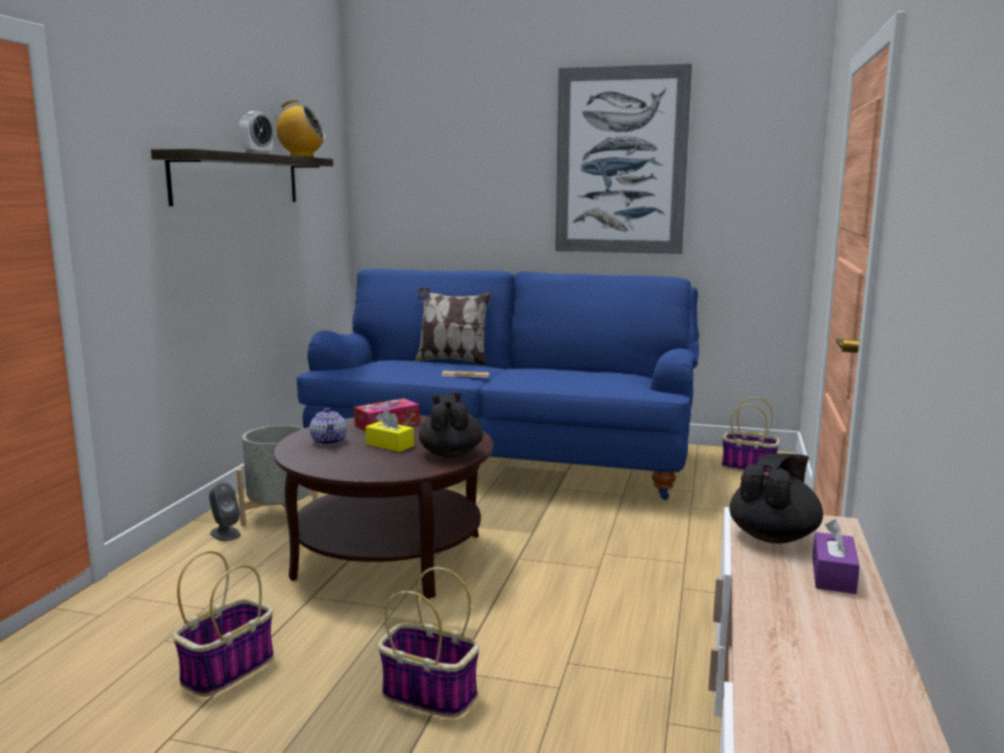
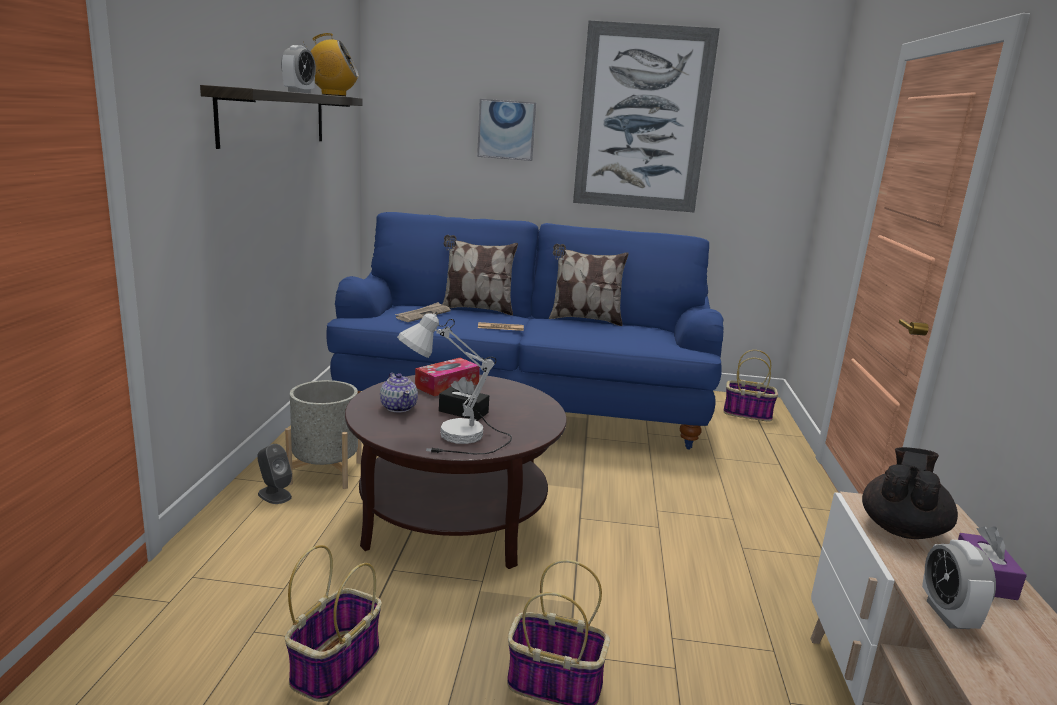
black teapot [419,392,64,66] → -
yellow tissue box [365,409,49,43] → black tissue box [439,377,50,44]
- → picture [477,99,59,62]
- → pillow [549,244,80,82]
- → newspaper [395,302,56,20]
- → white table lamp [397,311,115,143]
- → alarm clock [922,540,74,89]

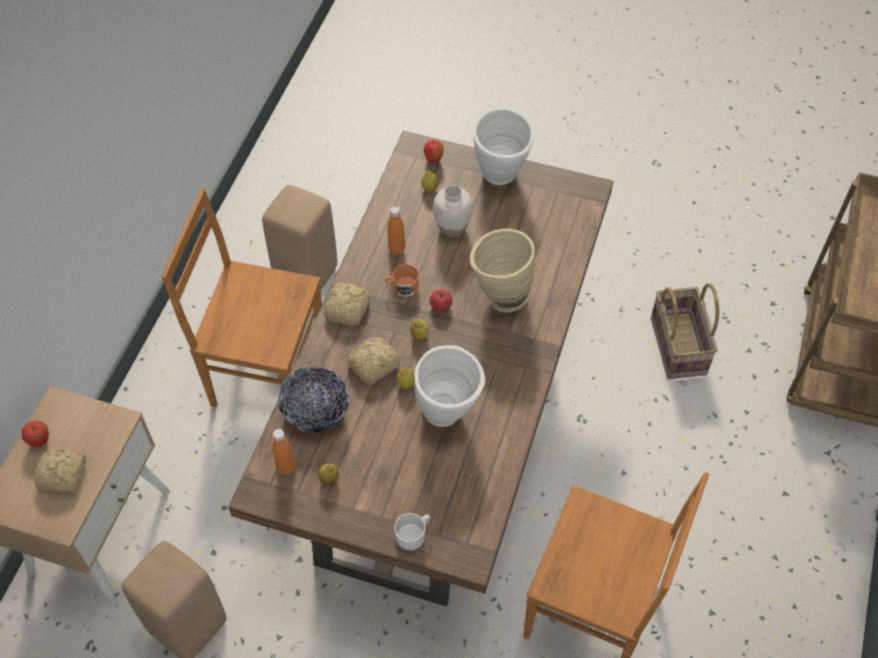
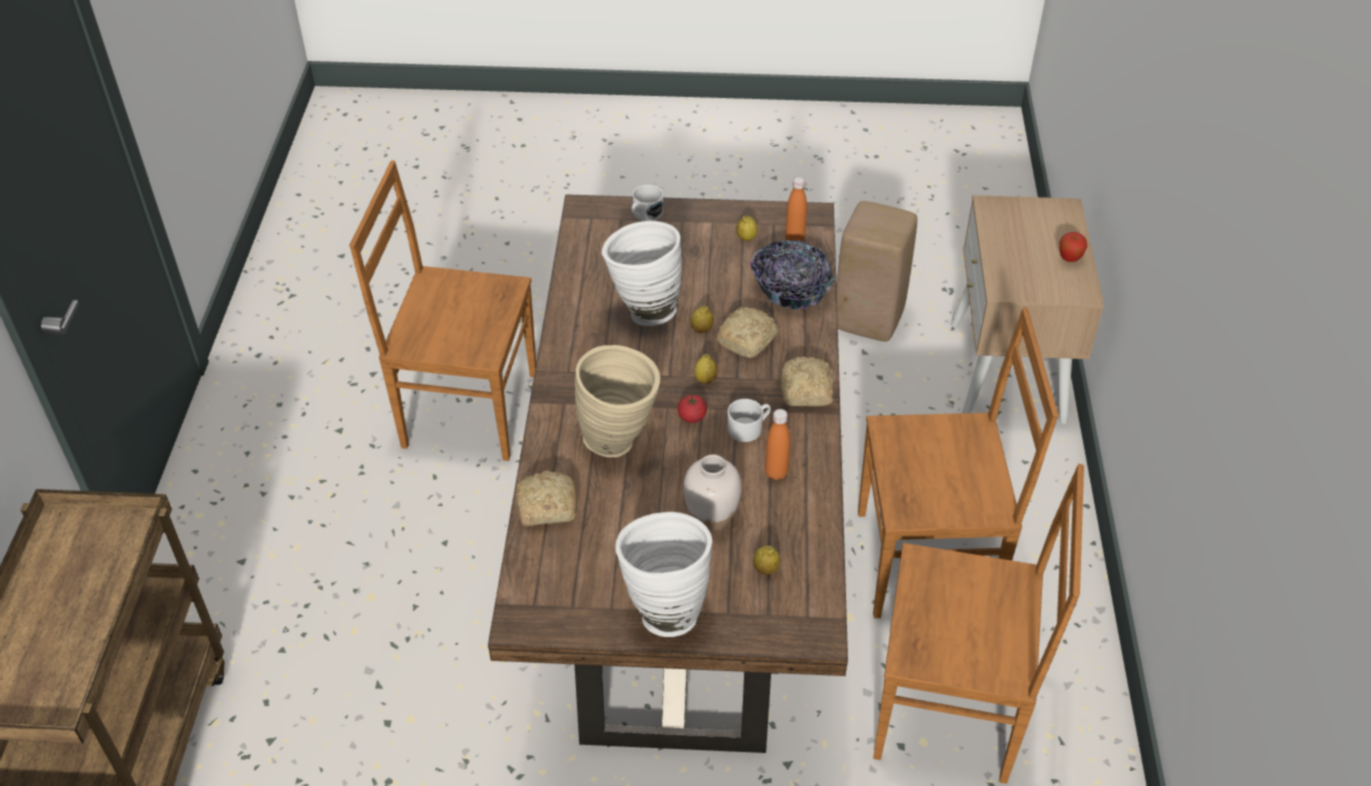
apple [424,140,20,23] → -
beige stool [262,185,75,104] → brown chair [873,464,211,320]
orange mug [385,264,34,33] → white mug [728,399,43,43]
basket [651,283,68,96] → -
bread [34,449,52,44] → bread [516,471,60,55], shifted

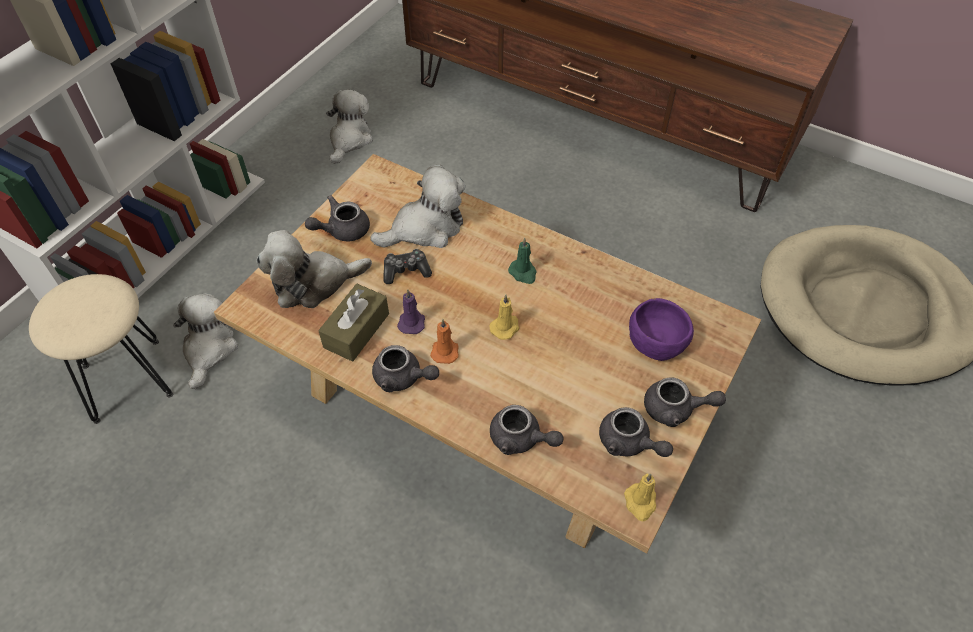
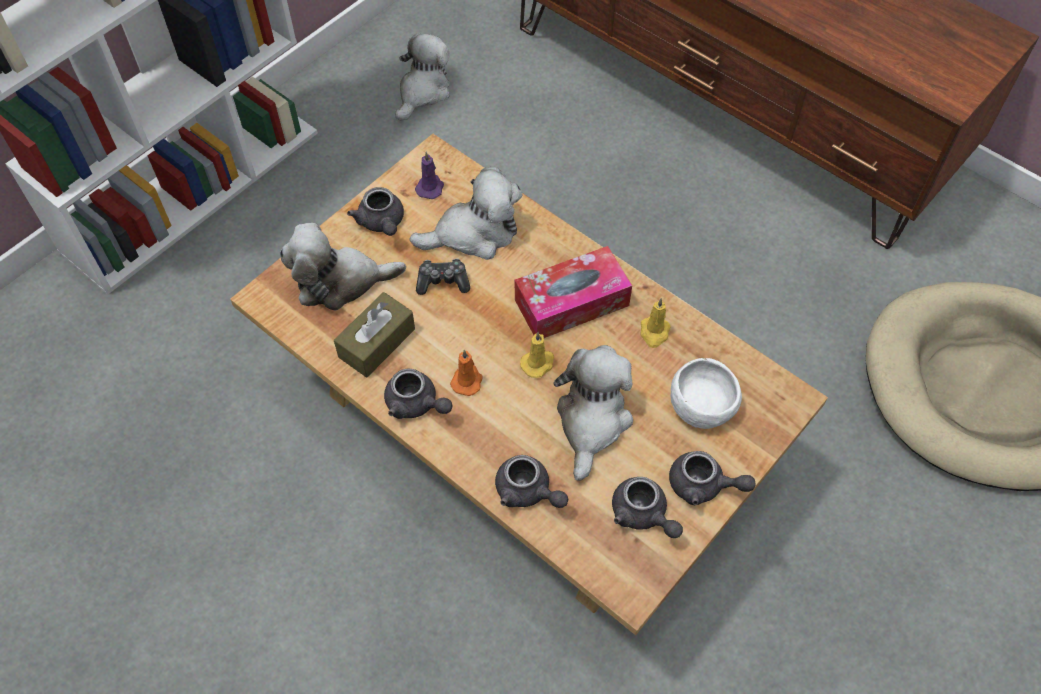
grey teapot [305,195,65,47] → grey teapot [347,187,57,49], 90 degrees counterclockwise
green candle [508,237,29,47] → tissue box [515,246,117,92]
beige stool [29,274,144,150] → -
purple candle [397,289,28,45] → purple candle [415,152,29,47], shifted
plush toy [173,293,65,96] → plush toy [554,345,79,136], shifted
purple bowl [629,298,65,63] → white bowl [670,358,72,71]
yellow candle [624,473,32,48] → yellow candle [640,298,31,50], shifted

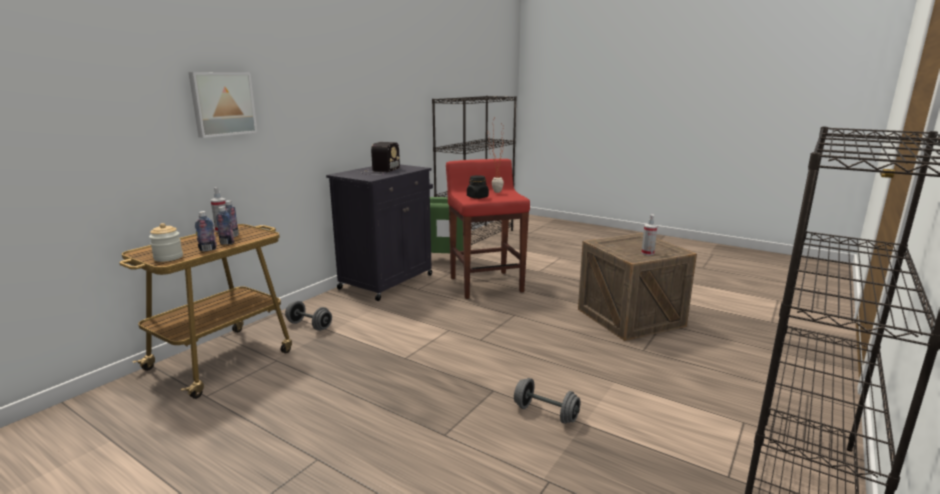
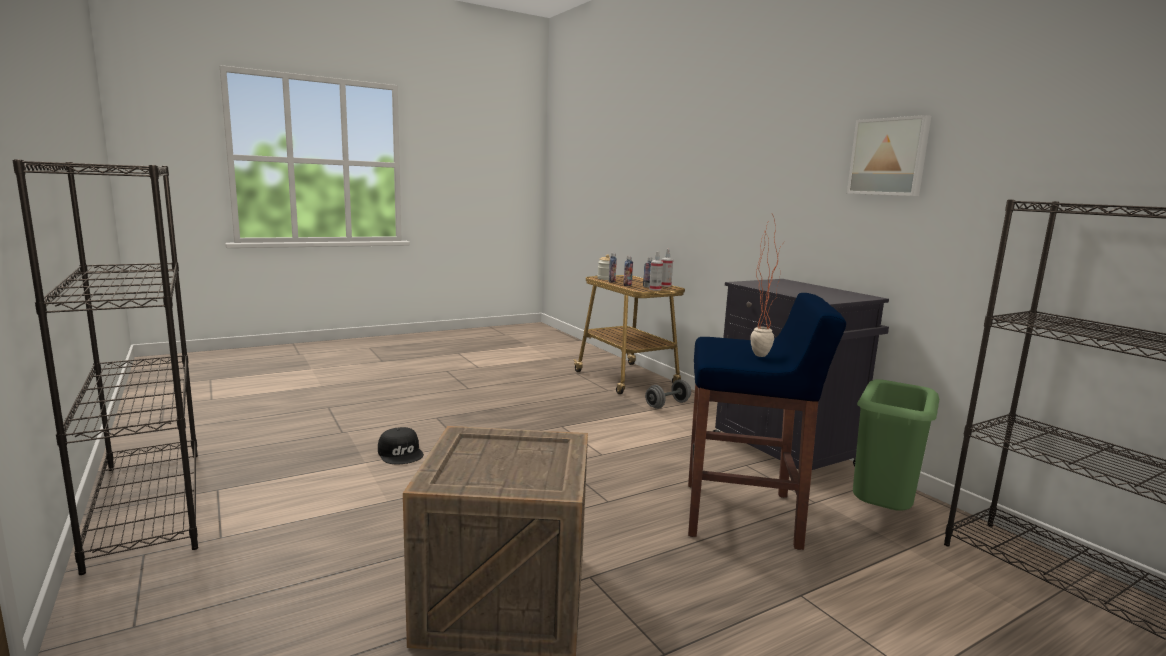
picture [188,72,70,66] → picture [847,115,84,81], shifted
radio [358,142,42,33] → -
red stool [446,159,84,140] → blue stool [688,293,158,257]
black jar [467,175,22,24] → -
spray bottle [641,214,16,42] → spray bottle [649,251,14,40], shifted
grey dumbbell [514,378,66,46] → black cap [378,427,46,37]

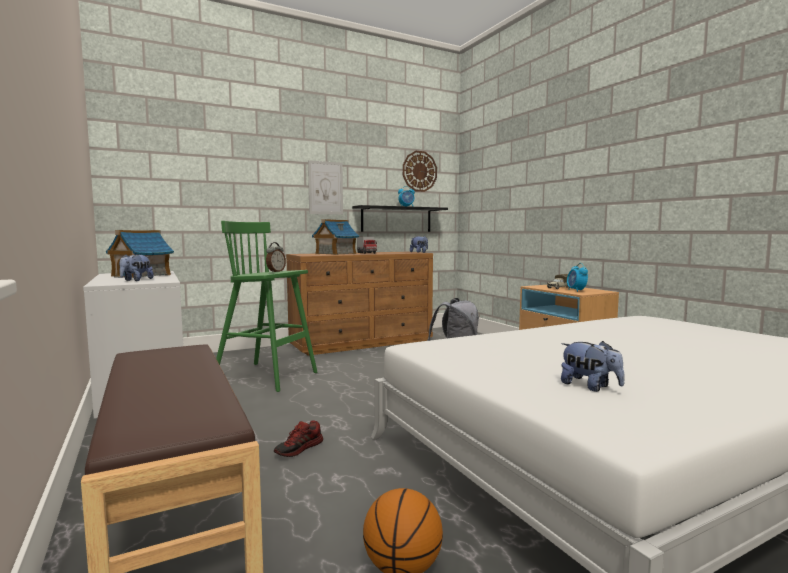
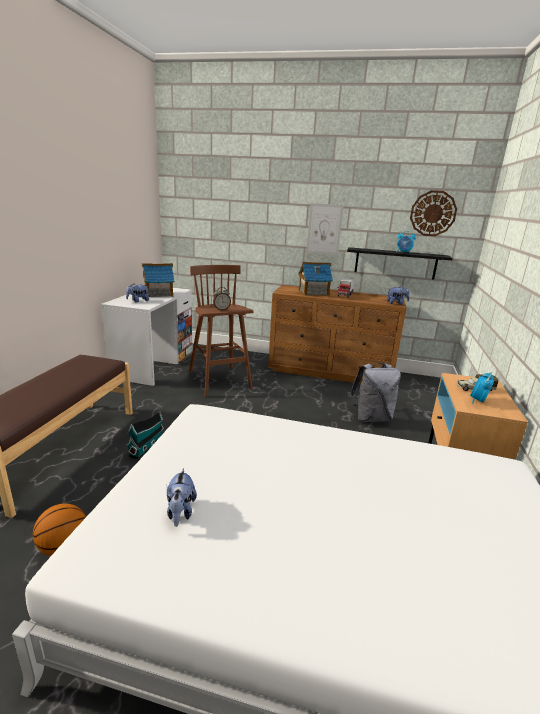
green stool [216,221,101,171] → brown stool [189,265,64,132]
shoe [274,420,49,37] → toy house [126,412,38,47]

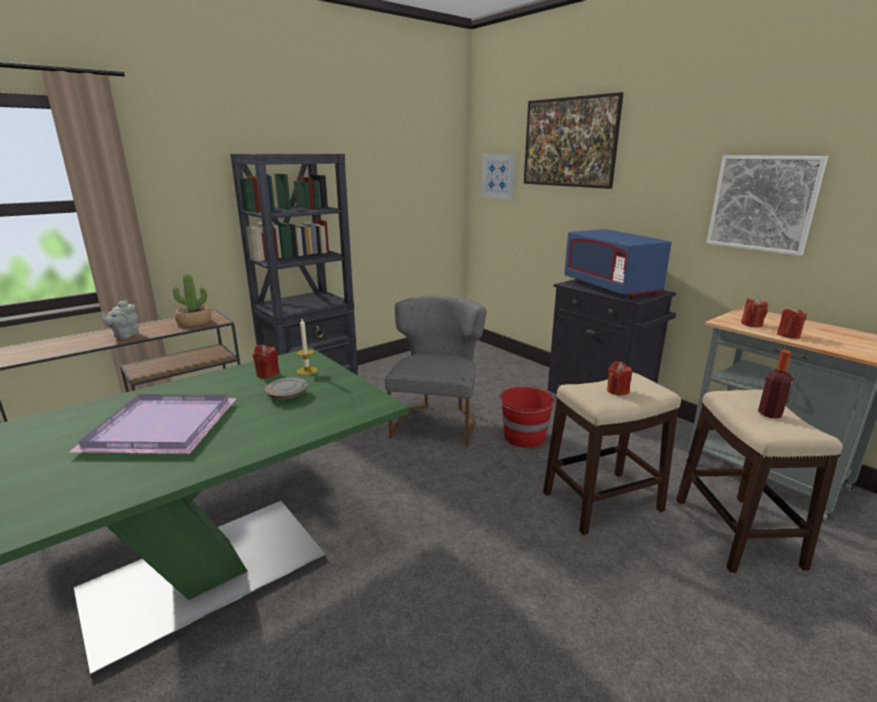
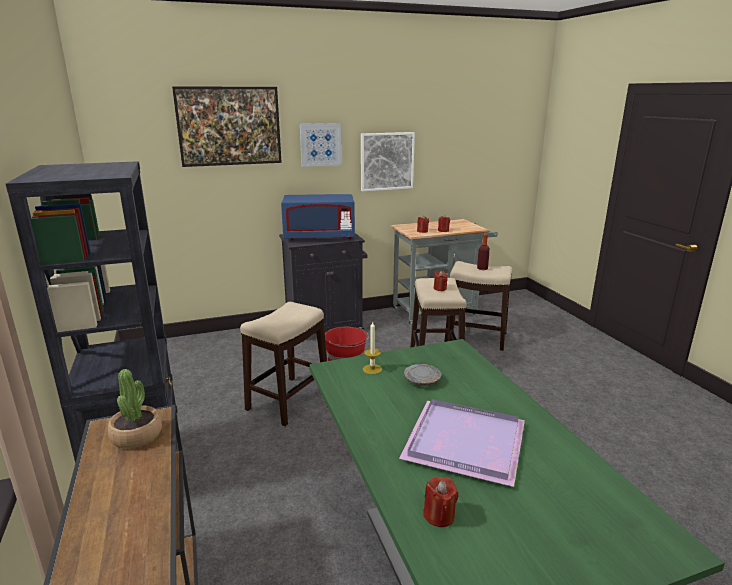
picture [481,154,34,46] → picture [300,123,41,44], shifted
grey chair [385,295,102,152] → stool [240,302,87,124]
grey teapot [101,300,38,39] → -
red candle [253,344,27,34] → red candle [423,476,36,51], shifted

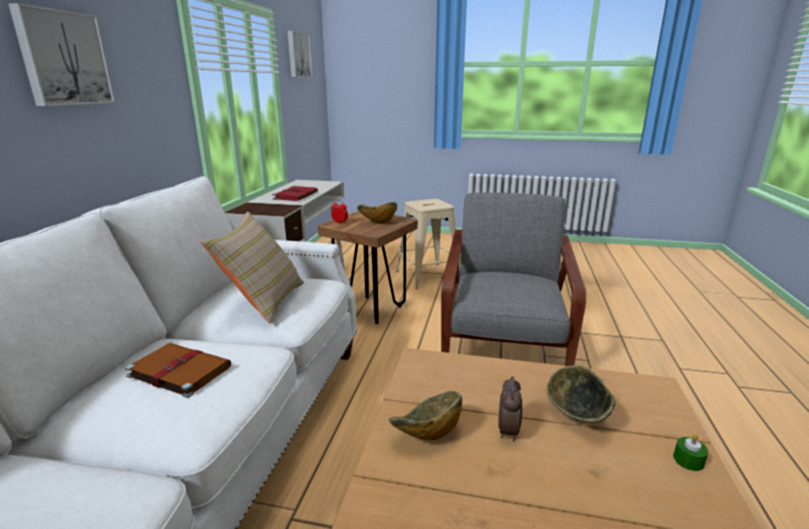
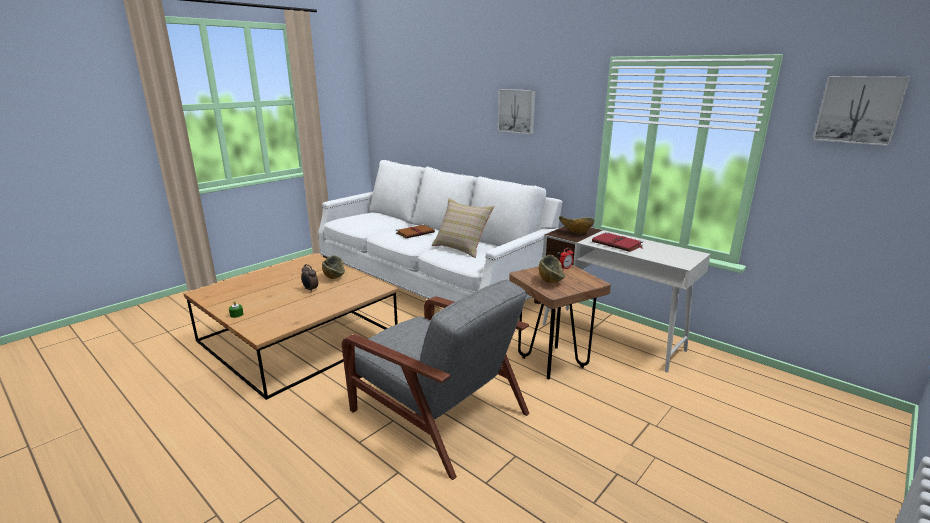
beige stool [396,199,64,90] → -
bowl [547,366,68,57] → bowl [559,216,36,18], shifted

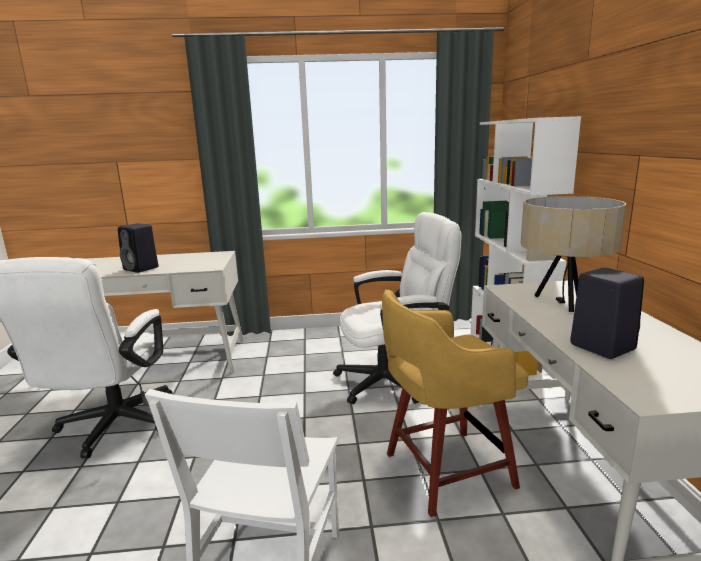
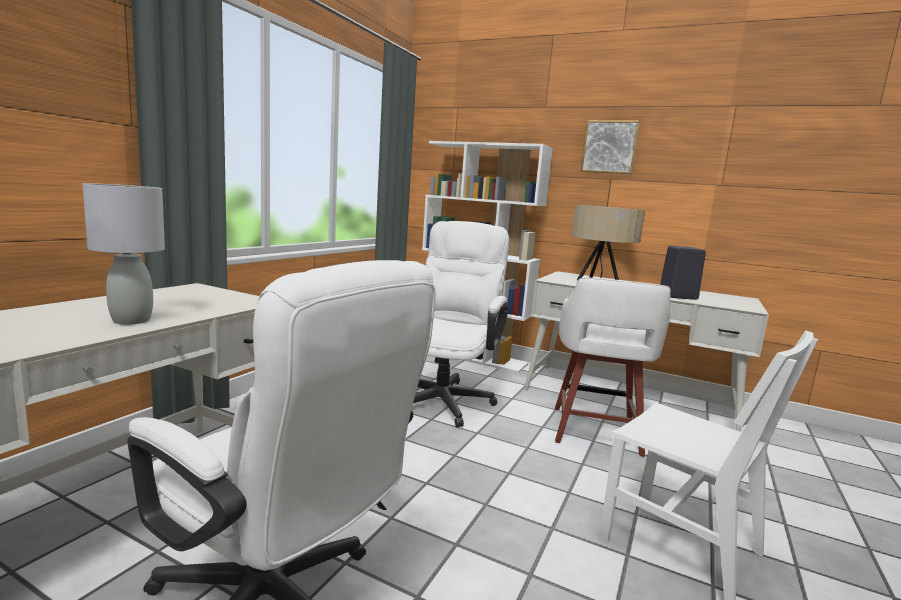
black speaker [118,223,41,50] → grey table lamp [82,183,83,142]
yellow stool [382,290,147,227] → white stool [555,277,116,180]
- → picture [580,120,60,55]

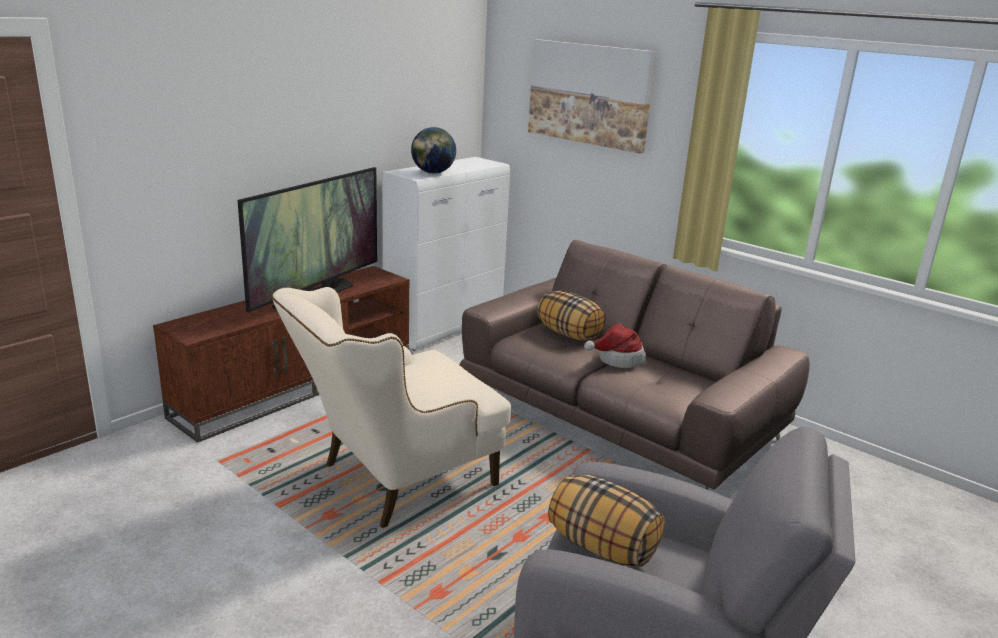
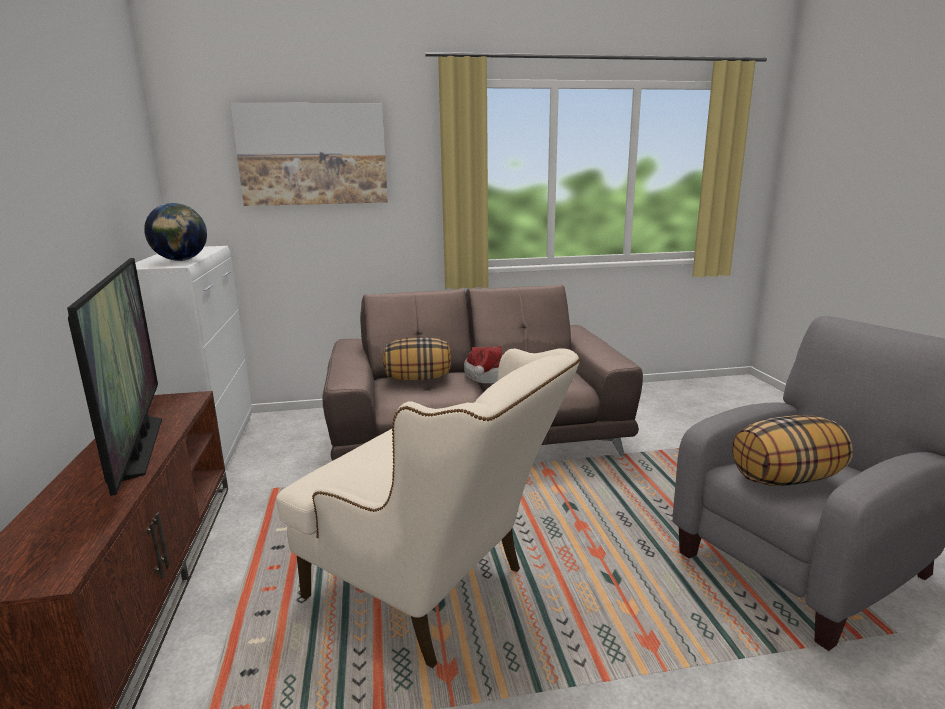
beige armchair [271,287,240,241] → beige armchair [277,348,303,320], 60 degrees counterclockwise

